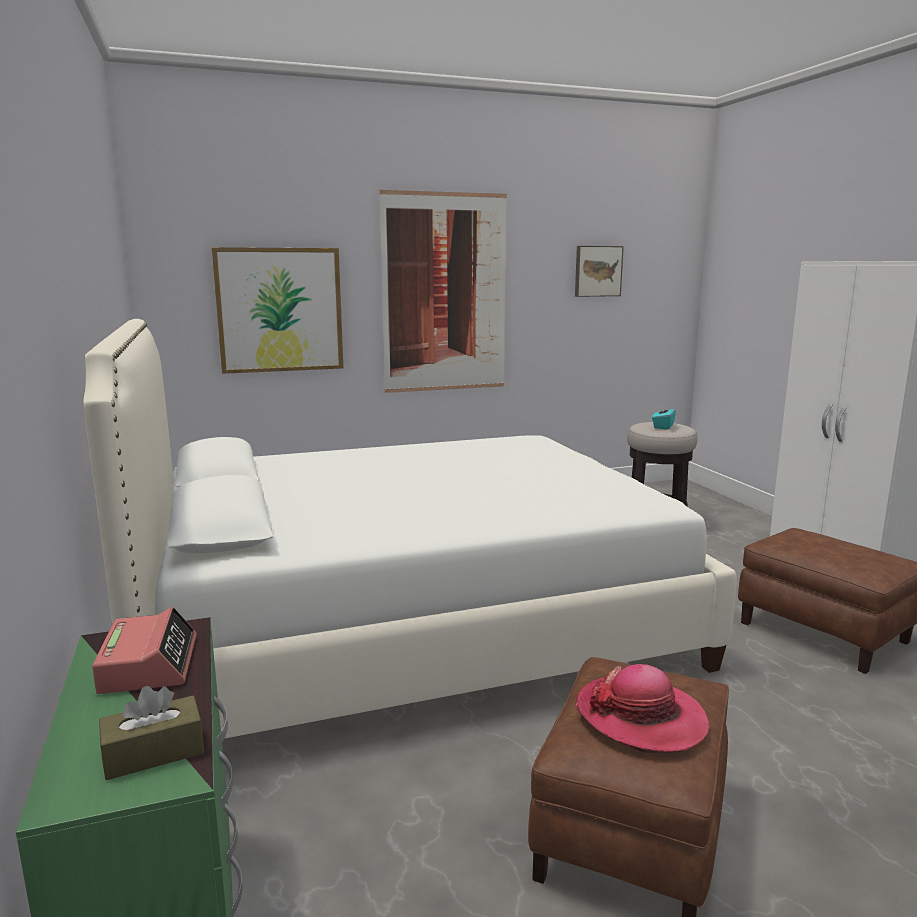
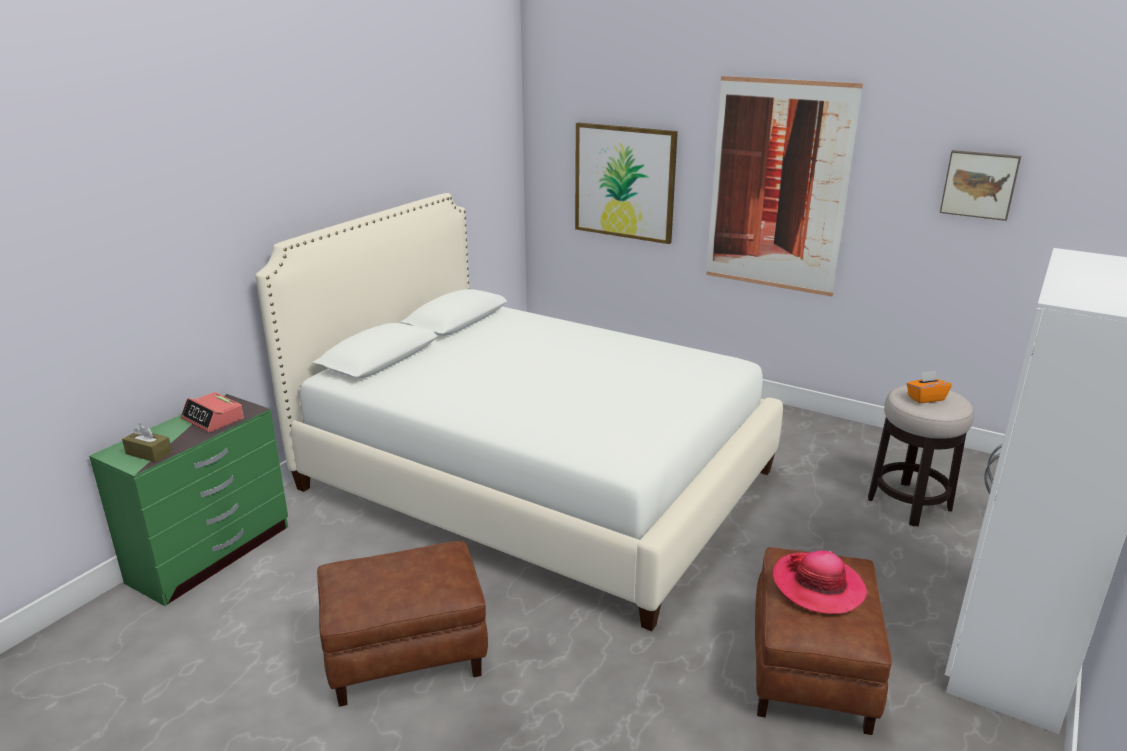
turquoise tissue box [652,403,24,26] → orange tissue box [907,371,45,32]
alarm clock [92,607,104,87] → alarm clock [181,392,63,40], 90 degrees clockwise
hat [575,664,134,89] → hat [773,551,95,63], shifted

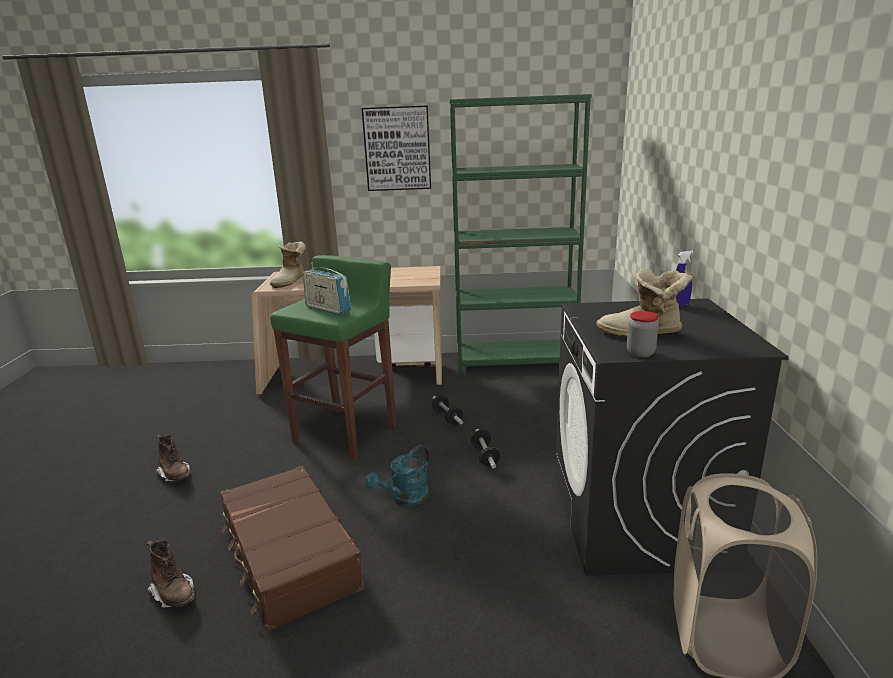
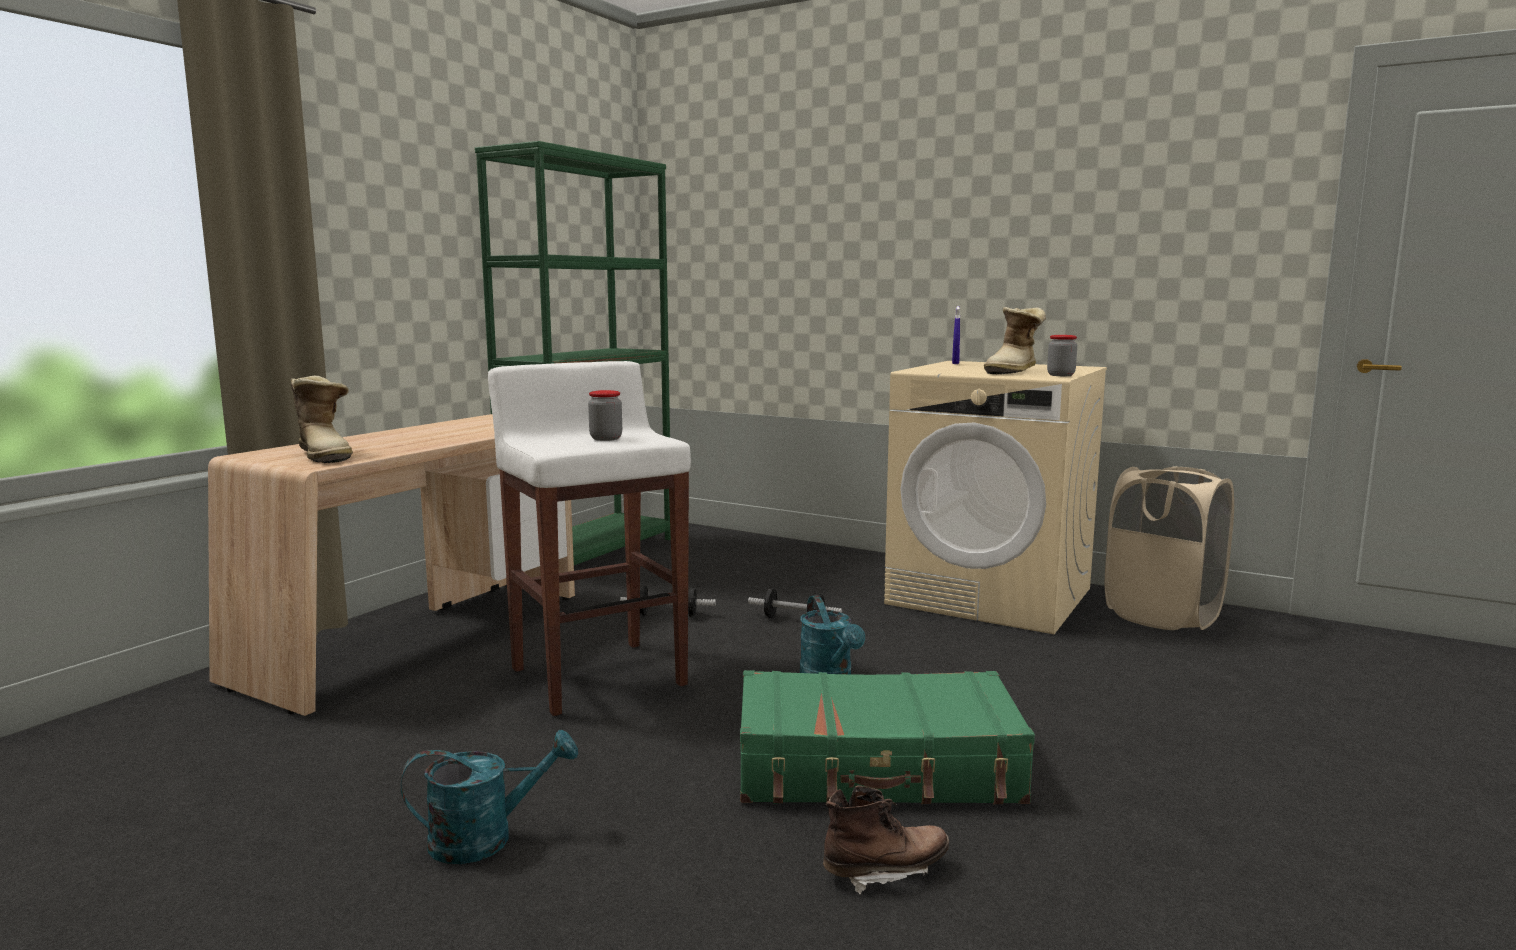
picture [361,105,70,86] → -
green stool [270,255,127,205] → white stool [488,361,203,355]
radio [303,262,48,53] → jar [588,390,34,51]
black washing machine [555,298,234,278] → beige washing machine [884,361,223,273]
brown boot [156,435,34,46] → turquoise watering can [401,730,177,134]
brown suitcase [220,465,145,166] → green suitcase [740,670,295,134]

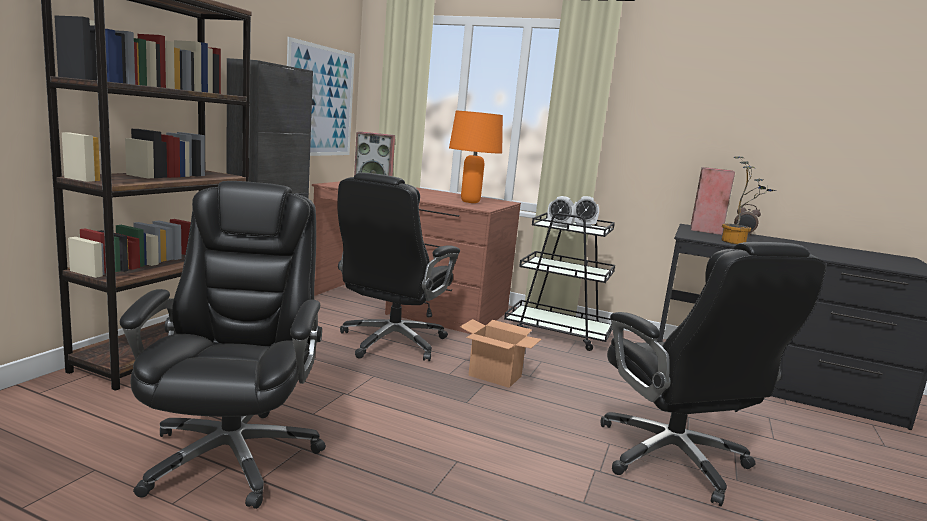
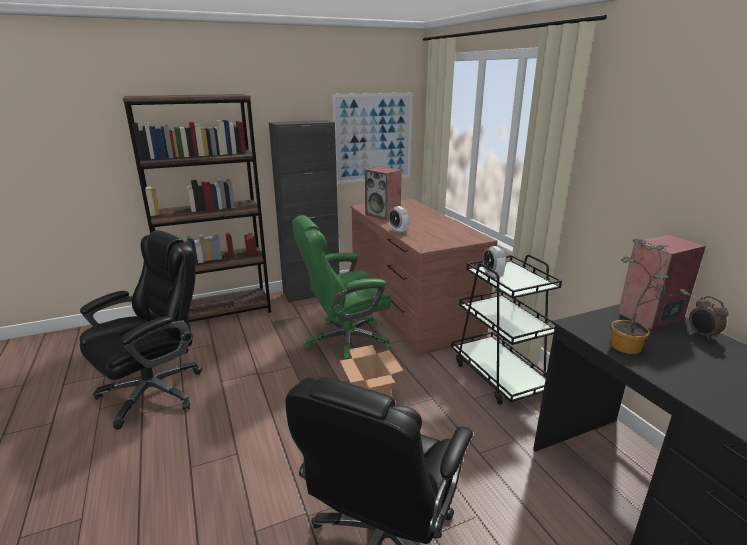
orange table lamp [449,111,54,92] → -
black office chair [337,172,123,189] → green office chair [292,215,99,145]
alarm clock [574,196,25,31] → alarm clock [389,206,20,28], shifted

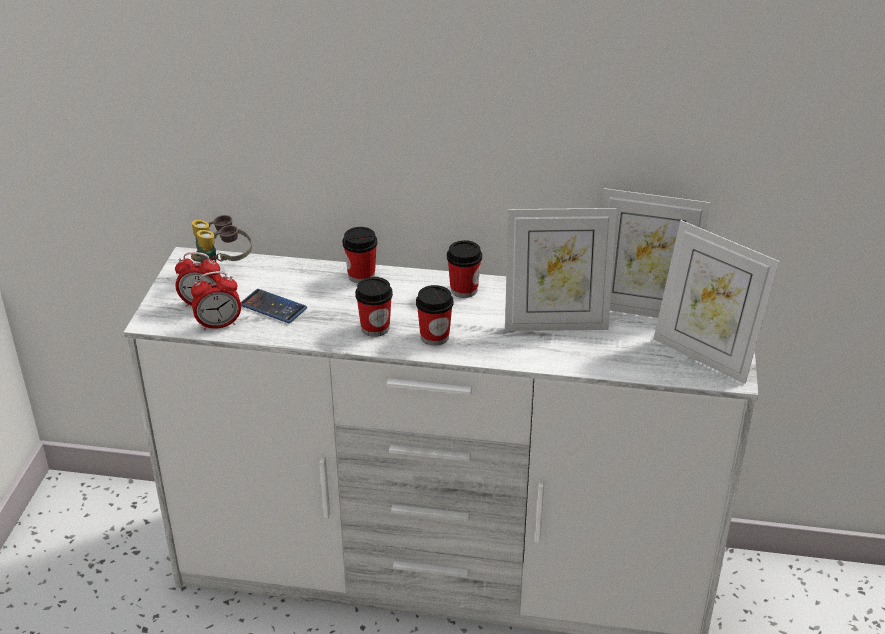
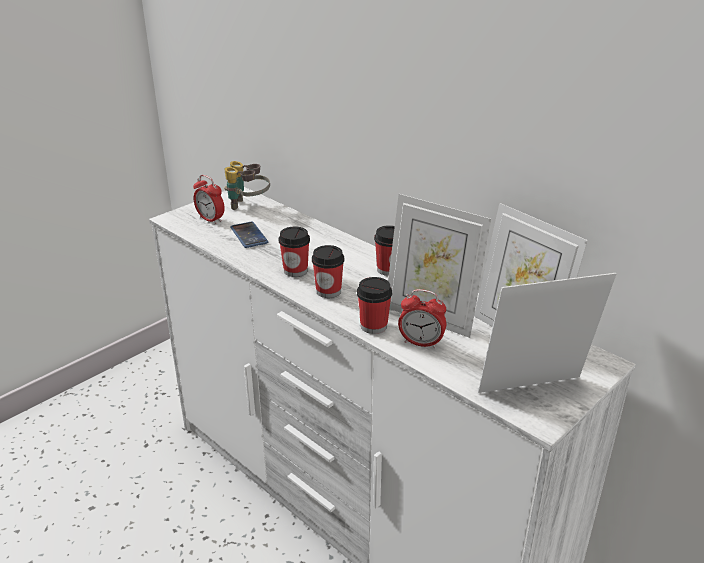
picture frame [654,220,126,164] → picture frame [478,273,139,120], 90 degrees clockwise
cup [342,227,36,56] → cup [357,277,35,57], shifted
alarm clock [191,271,50,59] → alarm clock [398,289,48,60], shifted

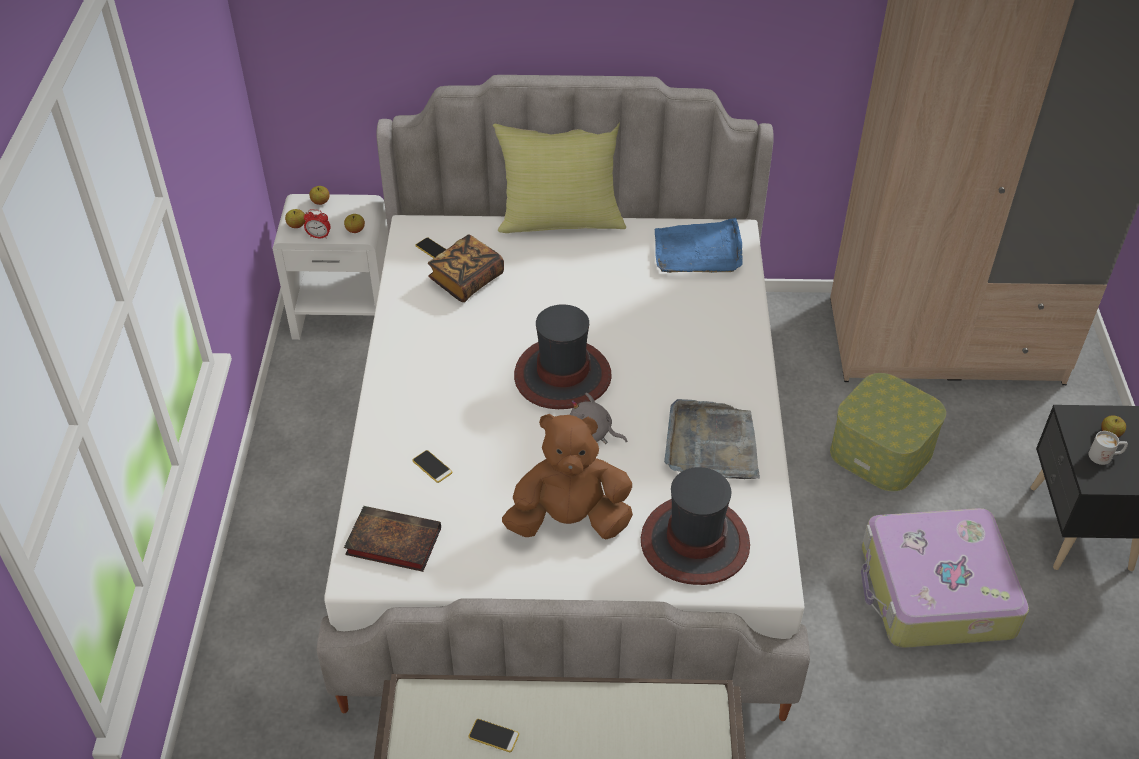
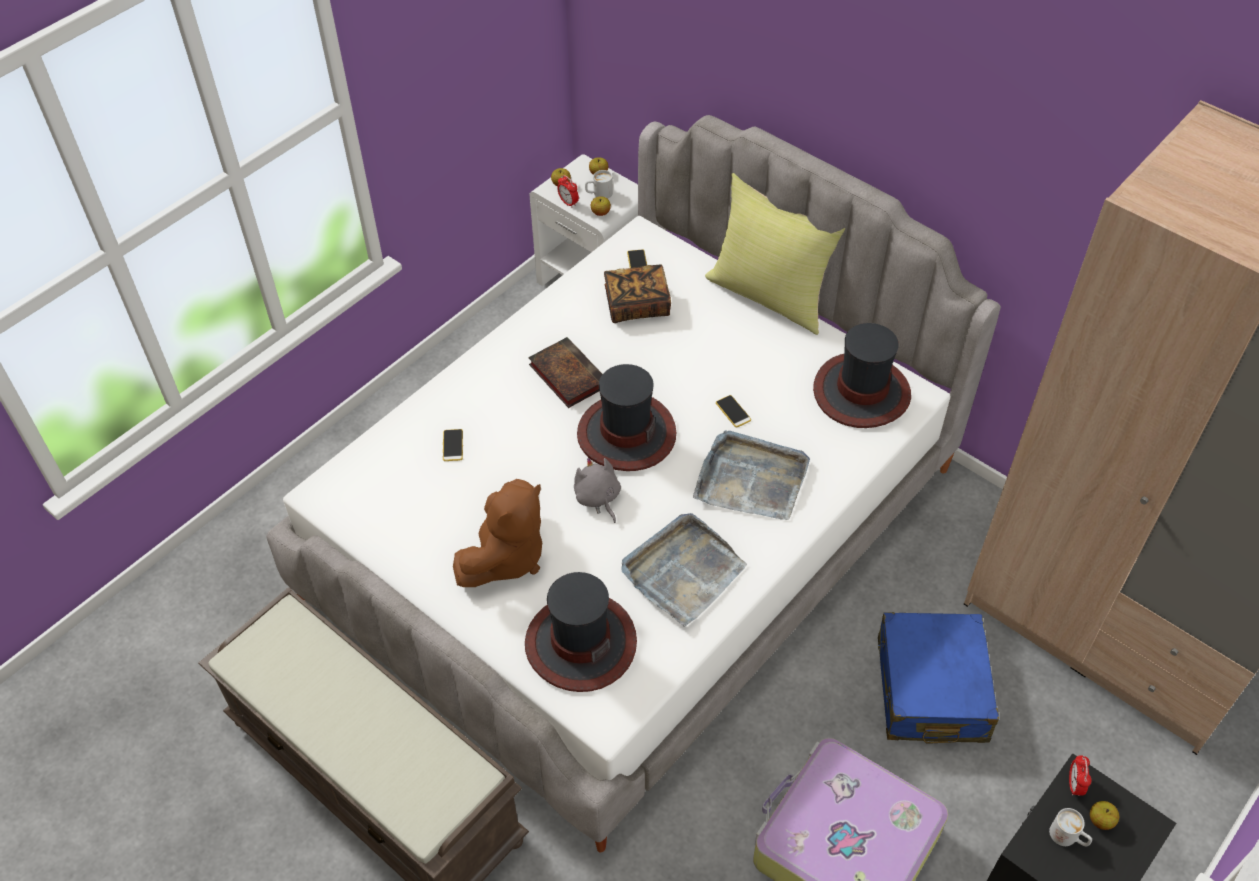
blue tray [655,218,88,55] → hat [813,323,98,105]
storage box [830,373,116,119] → blue suitcase [878,612,121,132]
brown plush toy [502,414,131,126] → brown plush toy [453,479,89,108], 90 degrees clockwise
book [344,506,97,66] → book [528,337,75,71], shifted
phone [468,719,51,33] → phone [716,395,35,32], shifted
- → white mug [585,170,28,29]
- → grey tray [693,430,117,90]
- → alarm clock [1069,755,23,41]

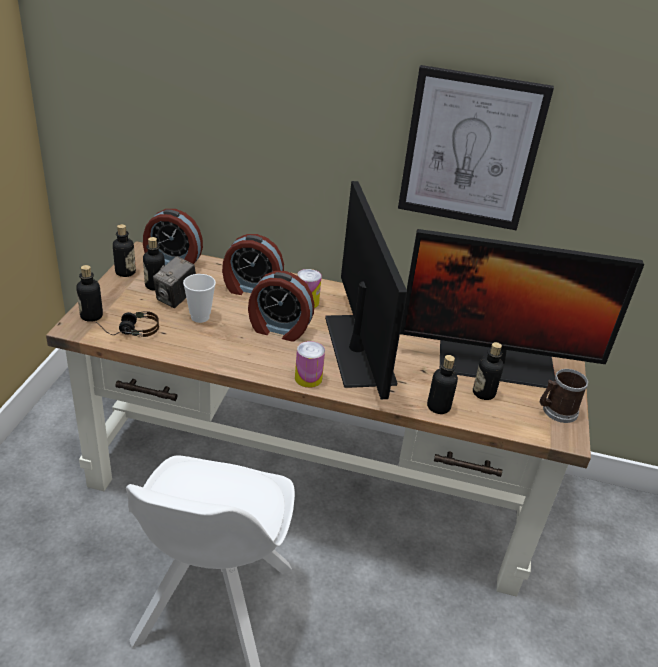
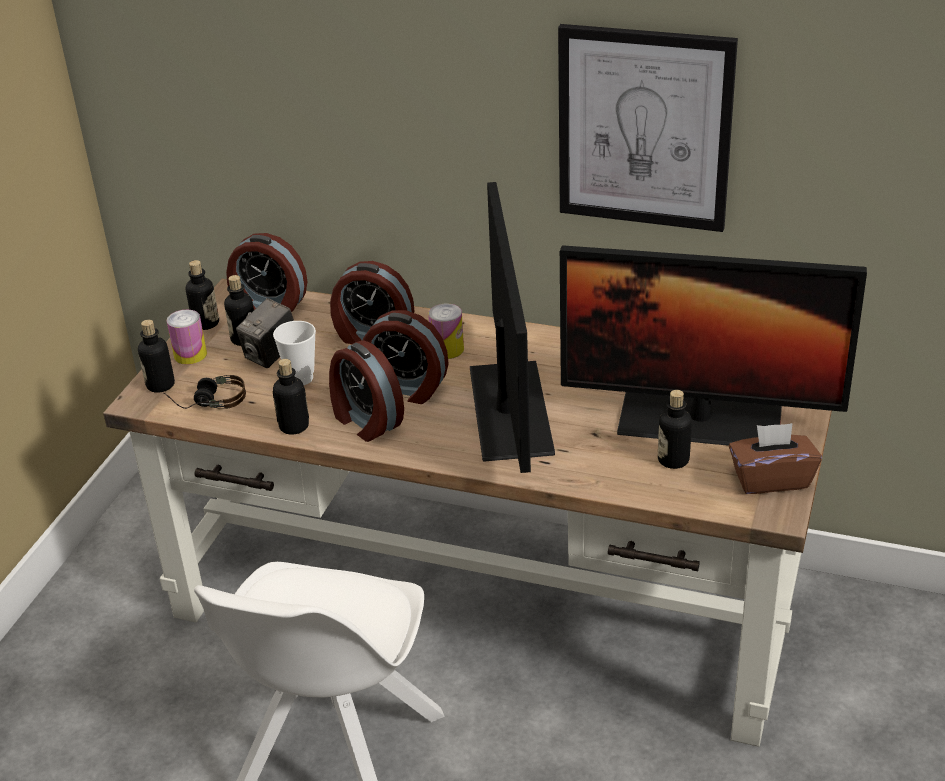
can [295,341,30,47] → can [167,310,40,55], shifted
bottle [427,355,31,59] → bottle [273,359,36,76], shifted
mug [540,369,48,54] → brown tissue box [729,423,93,71]
- → alarm clock [329,340,75,102]

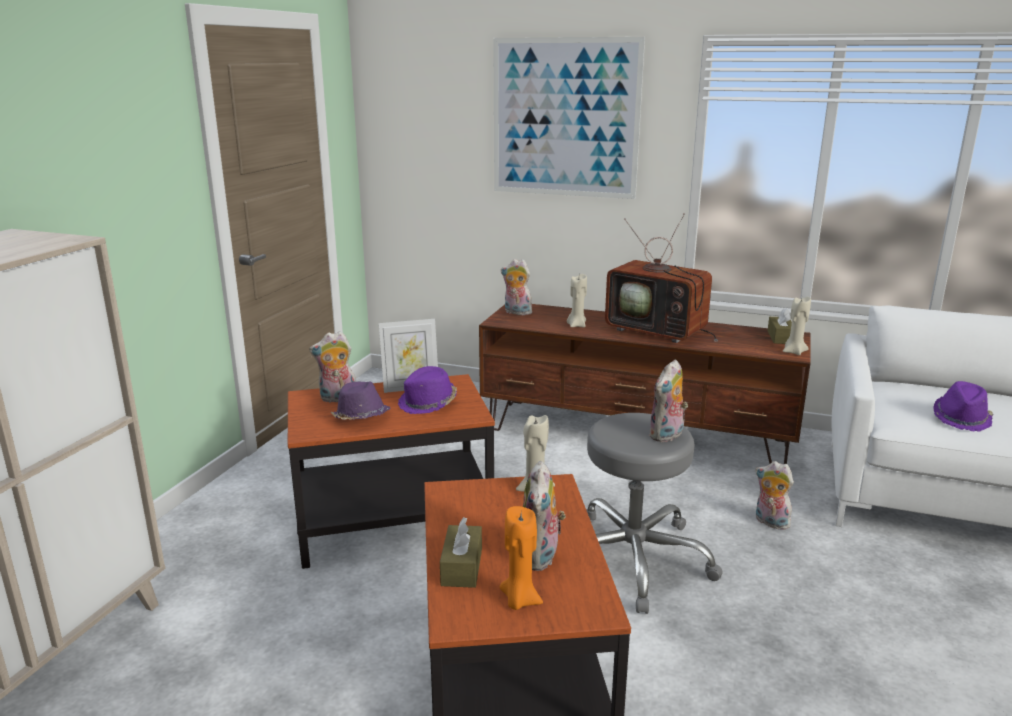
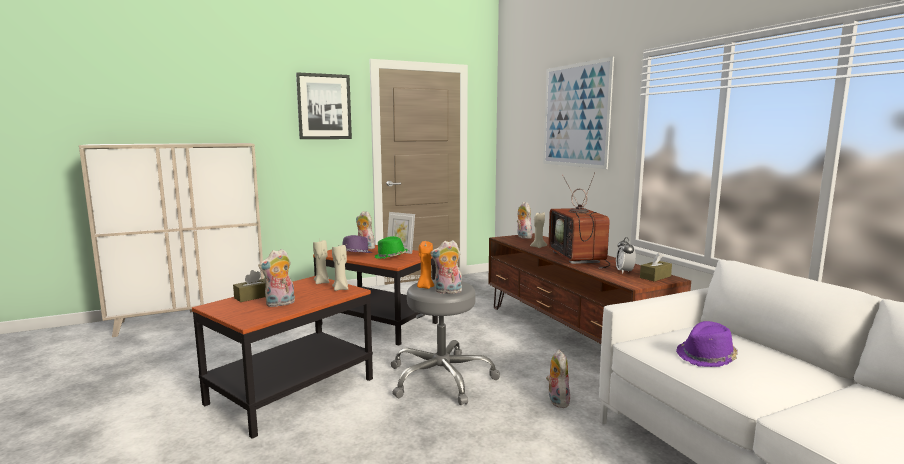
beige candle [783,297,28,58] → beige candle [313,240,16,44], shifted
purple hat [398,366,59,48] → green hat [375,236,33,23]
orange candle [499,506,44,104] → orange candle [417,241,17,48], shifted
- → picture [296,72,56,67]
- → alarm clock [616,237,20,37]

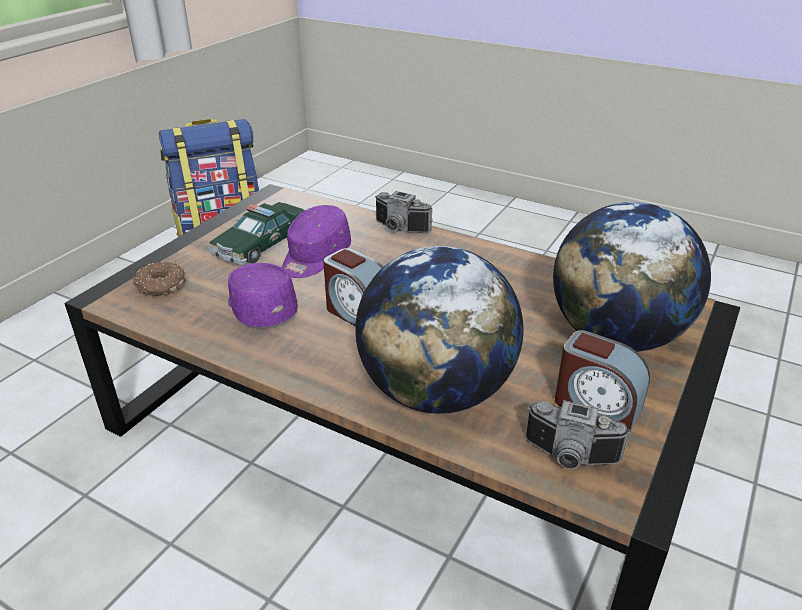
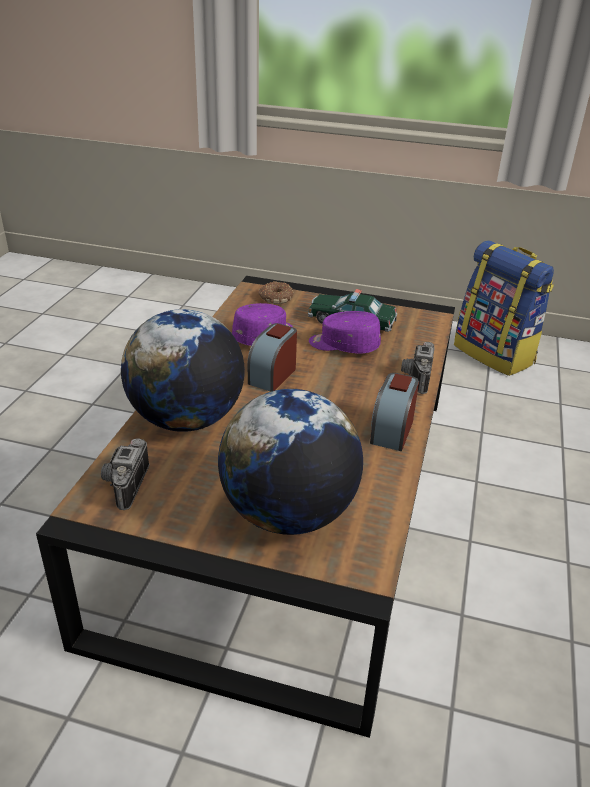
alarm clock [555,330,95,101] → alarm clock [370,373,49,78], shifted

